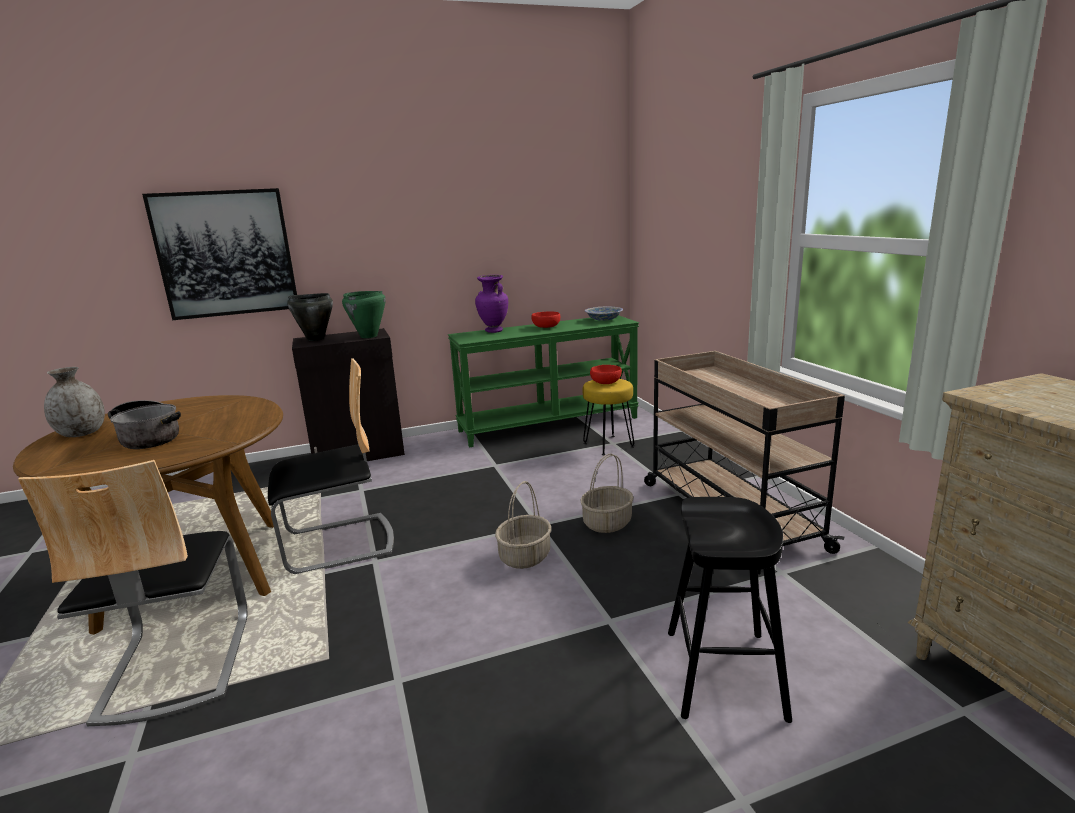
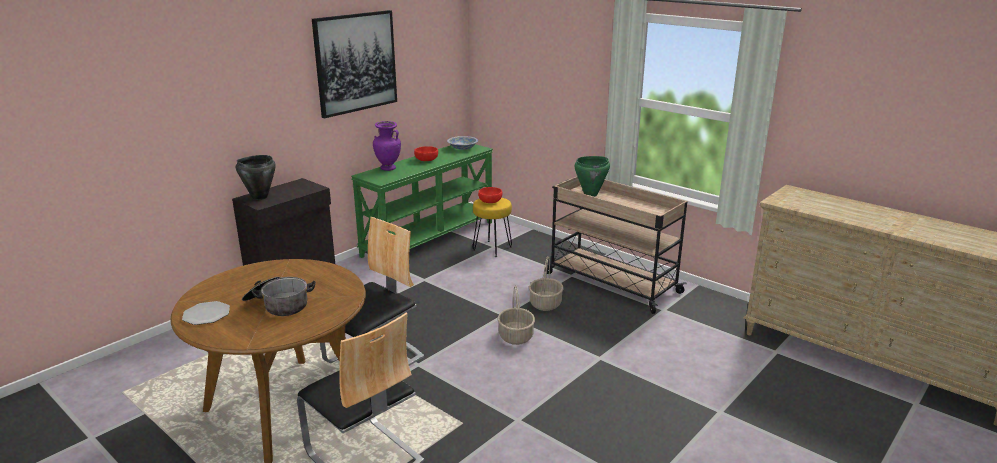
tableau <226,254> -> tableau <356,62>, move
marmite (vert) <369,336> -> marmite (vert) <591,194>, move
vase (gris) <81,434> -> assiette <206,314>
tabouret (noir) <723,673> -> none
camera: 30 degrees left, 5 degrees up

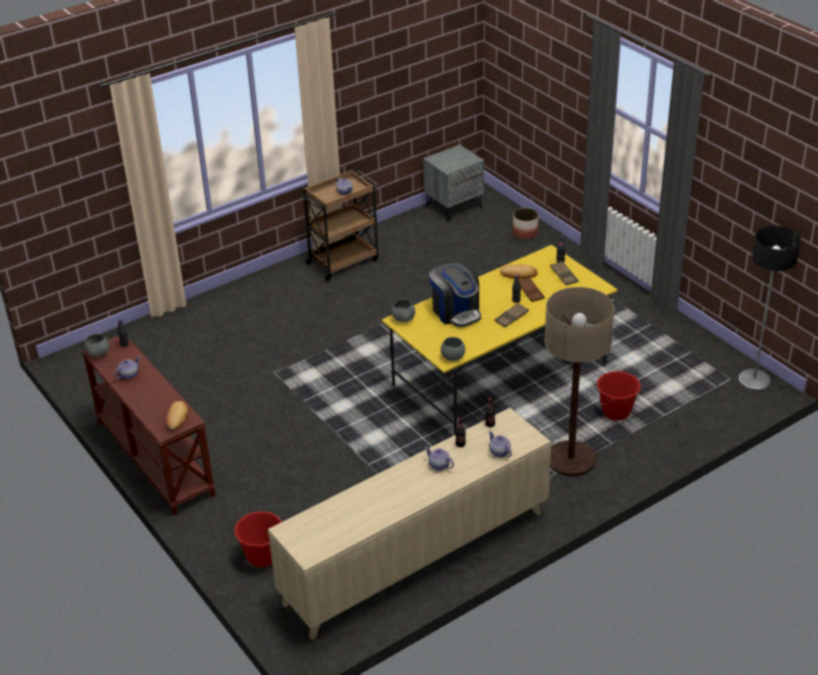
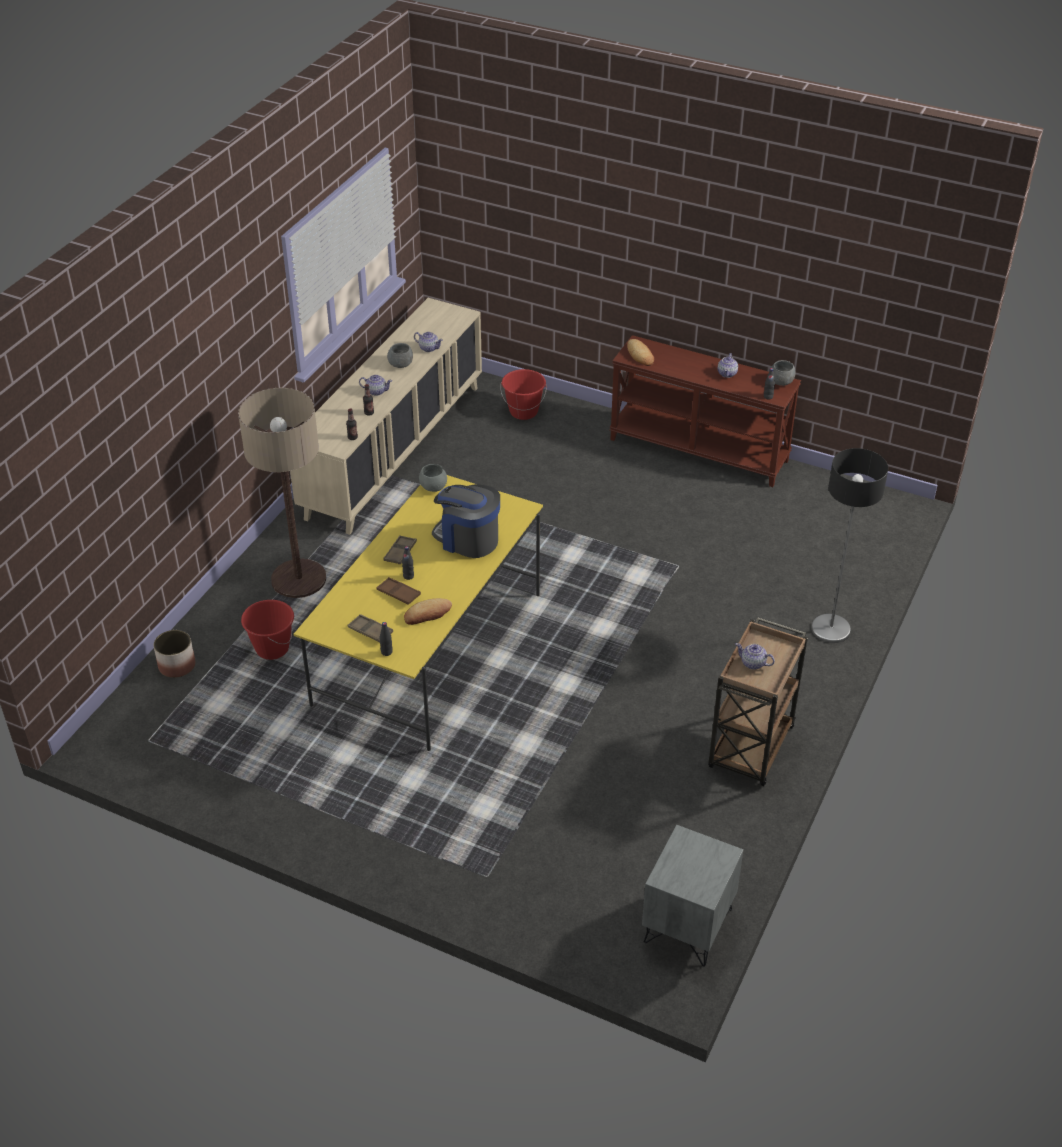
cache-pot <525,233> -> cache-pot <176,665>, move
lampadaire <754,380> -> lampadaire <830,629>, move
bol (gris) <403,319> -> bol (gris) <400,365>, move
théière <499,452> -> théière <428,348>, move
camera: 150 degrees right, 5 degrees up

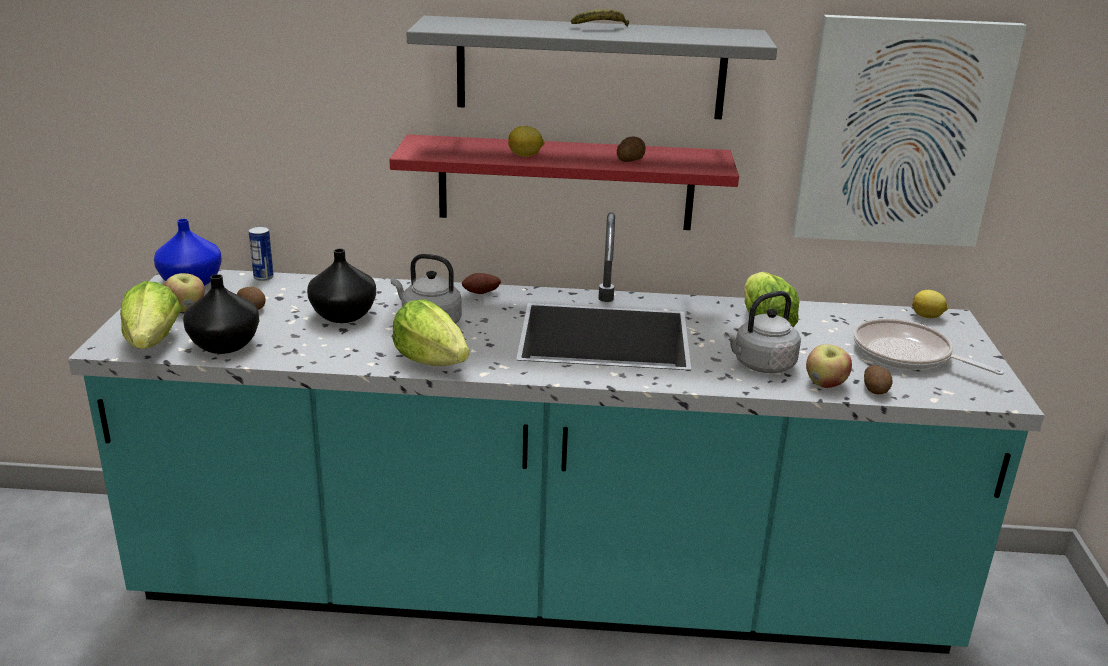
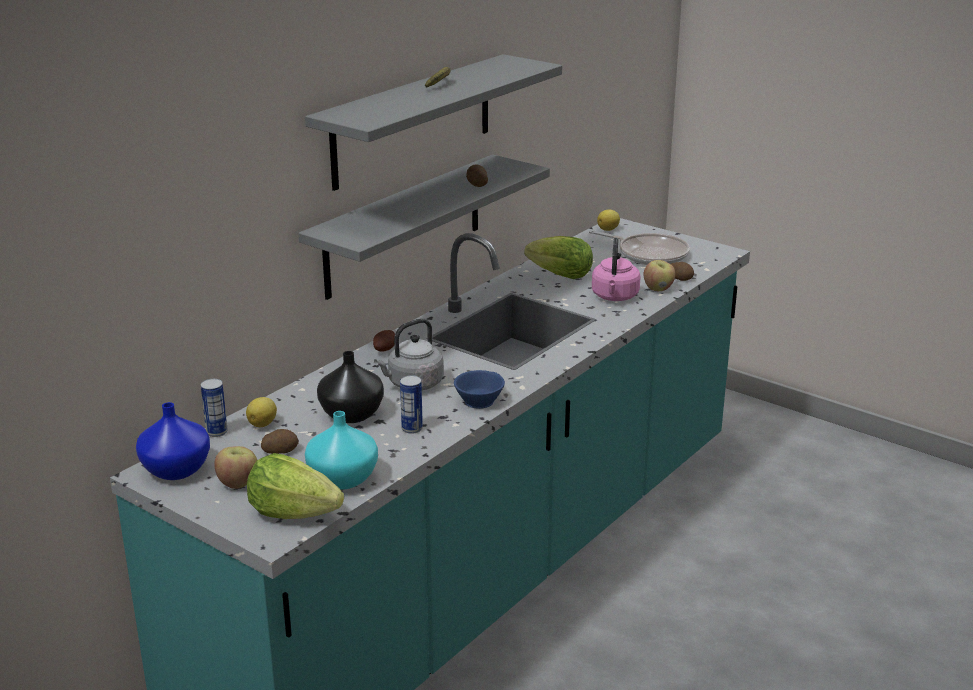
tableau <900,133> -> none
citron <526,155> -> citron <263,424>, move
étagère (rouge) <566,183> -> étagère (gris) <404,226>
vase (noir) <223,345> -> vase (turquoise) <342,480>
bouilloire (gris) <761,365> -> bouilloire (rose) <615,297>
laitue <431,360> -> tasse (bleu) <478,400>
poêle <907,355> -> poêle <649,254>, 135 degrees counterclockwise
none -> boîte métallique <412,428>
camera: 55 degrees left, 0 degrees up

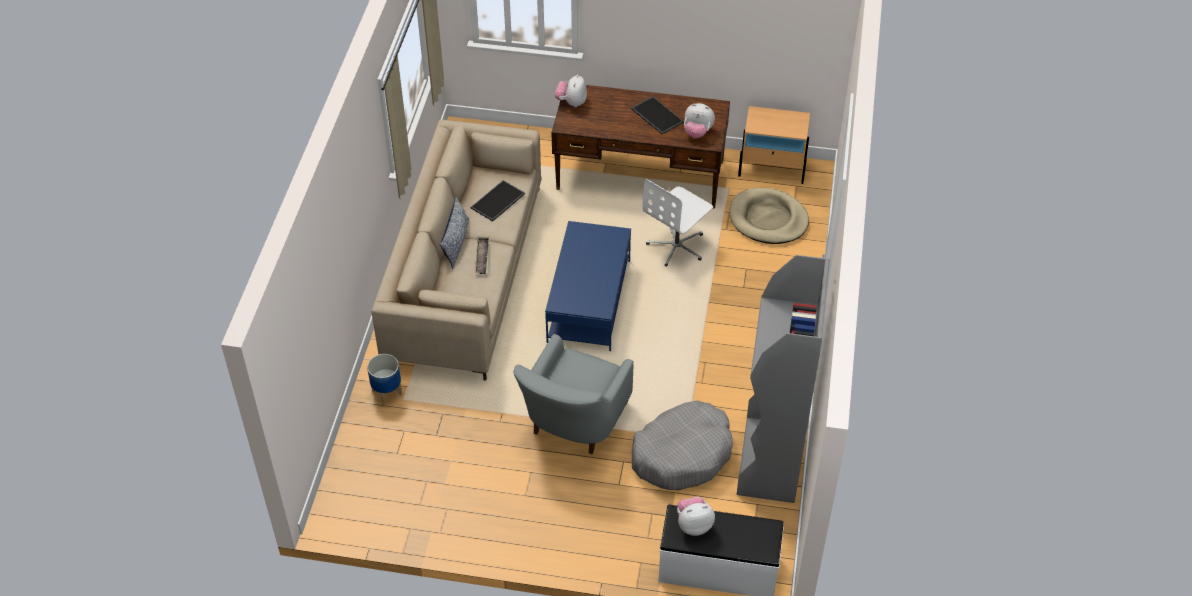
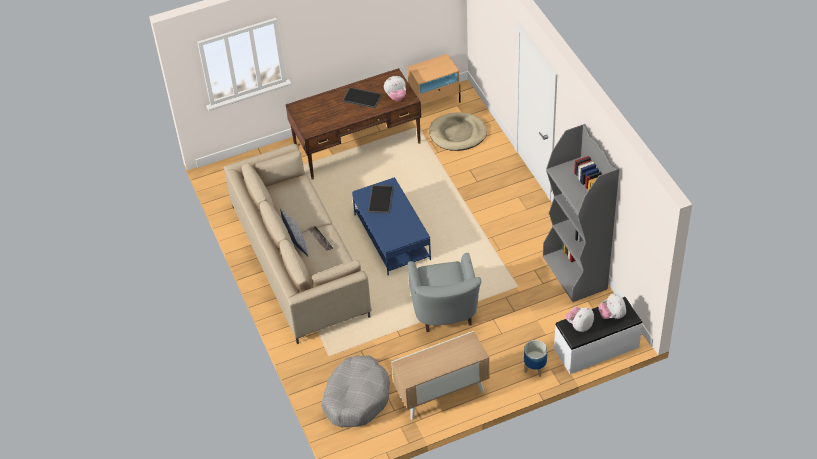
peluche <571,102> -> peluche <612,315>, move
chaise de bureau (blanc) <677,246> -> none
plateau <498,201> -> plateau <381,199>, move
cache-pot <386,392> -> cache-pot <534,368>, move
panier pour chien (gris) <682,454> -> panier pour chien (gris) <356,397>, move
none -> meuble de rangement <441,394>
camera: 30 degrees left, 0 degrees up

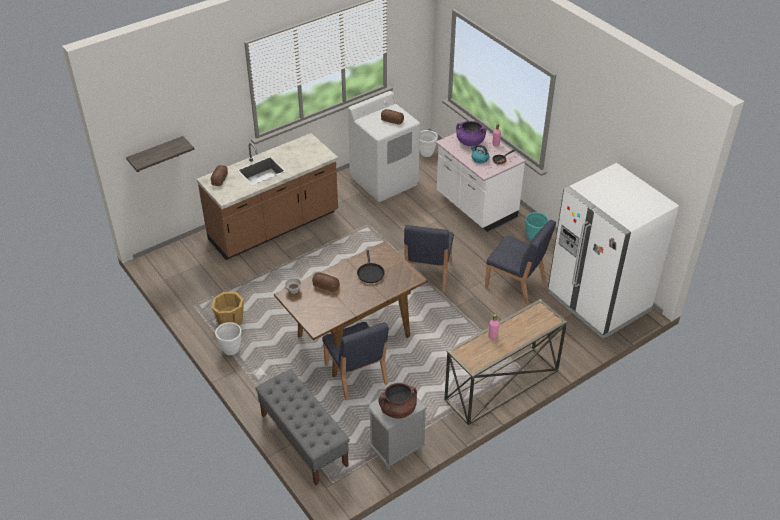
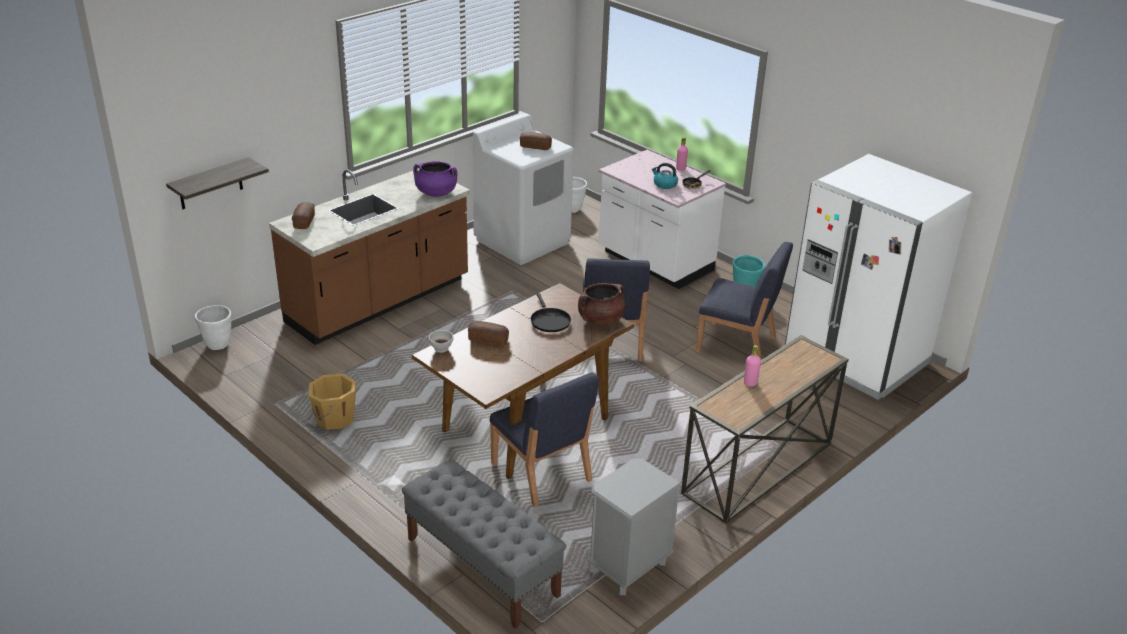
marmite (violet) <470,142> -> marmite (violet) <436,193>, move
cache-pot (blanc) <231,349> -> cache-pot (blanc) <217,344>, move
marmite (marron) <398,410> -> marmite (marron) <600,320>, move
camera: 10 degrees left, 10 degrees down

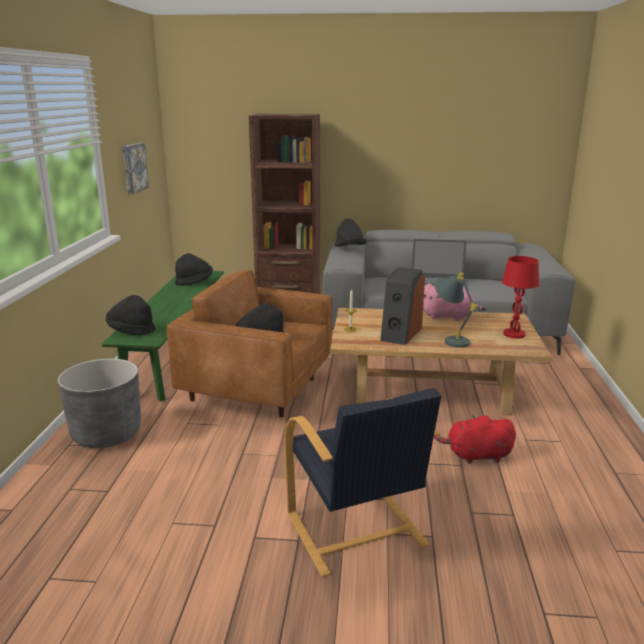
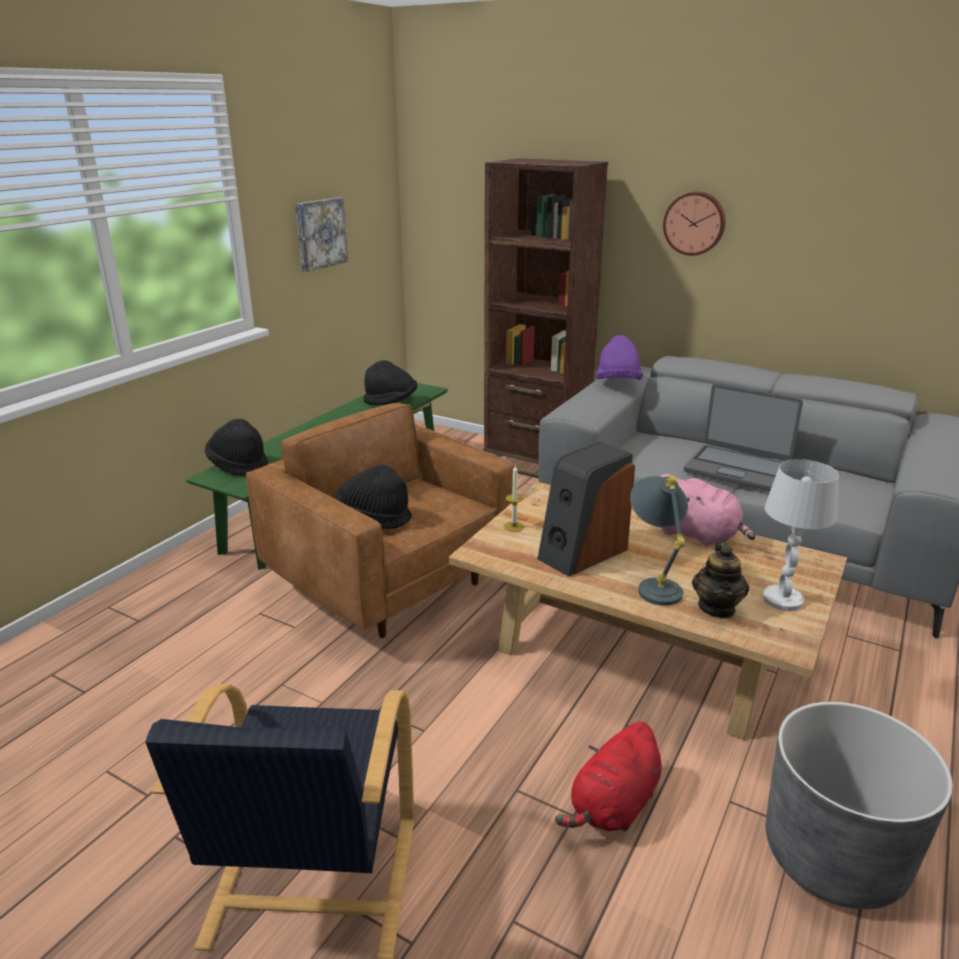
chapeau (noir) <349,248> -> chapeau (violet) <618,383>
lampe de table (rouge) <514,334> -> lampe de table (blanc) <782,599>
cache-pot (gris) <106,434> -> cache-pot (gris) <834,856>, move
peluche (rouge) <476,456> -> peluche (rouge) <613,806>, 75 degrees counterclockwise
none -> horloge murale <694,223>
none -> théière <717,608>
camera: 25 degrees right, 5 degrees up

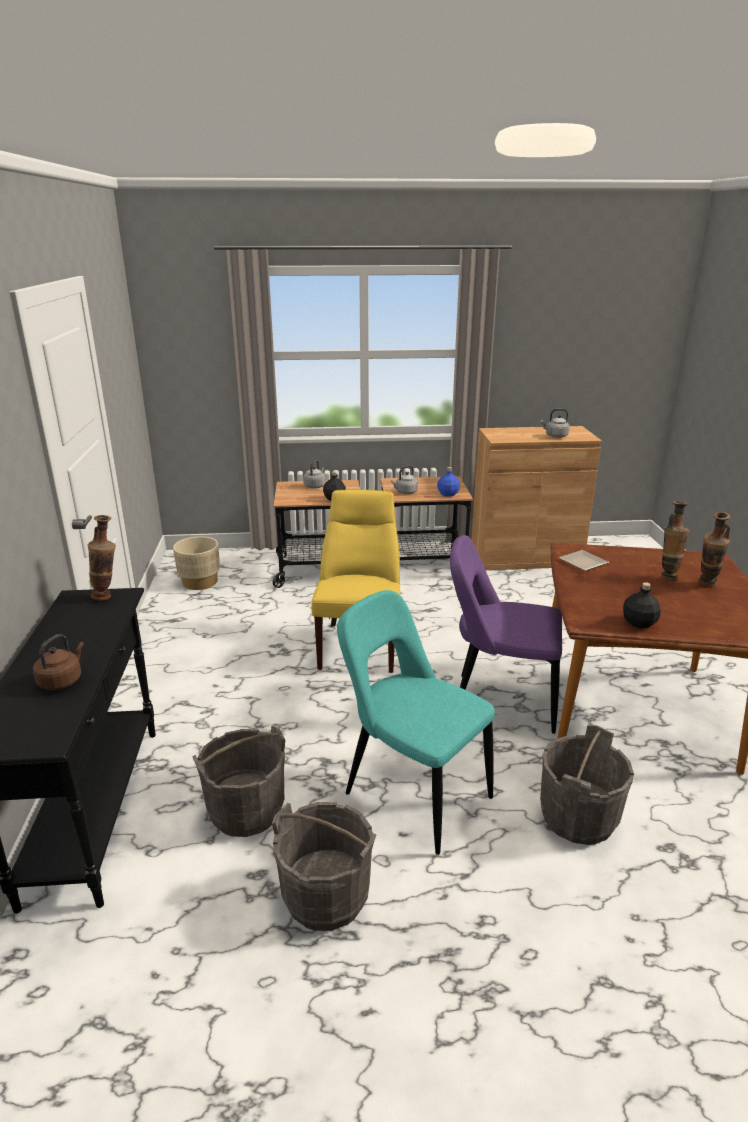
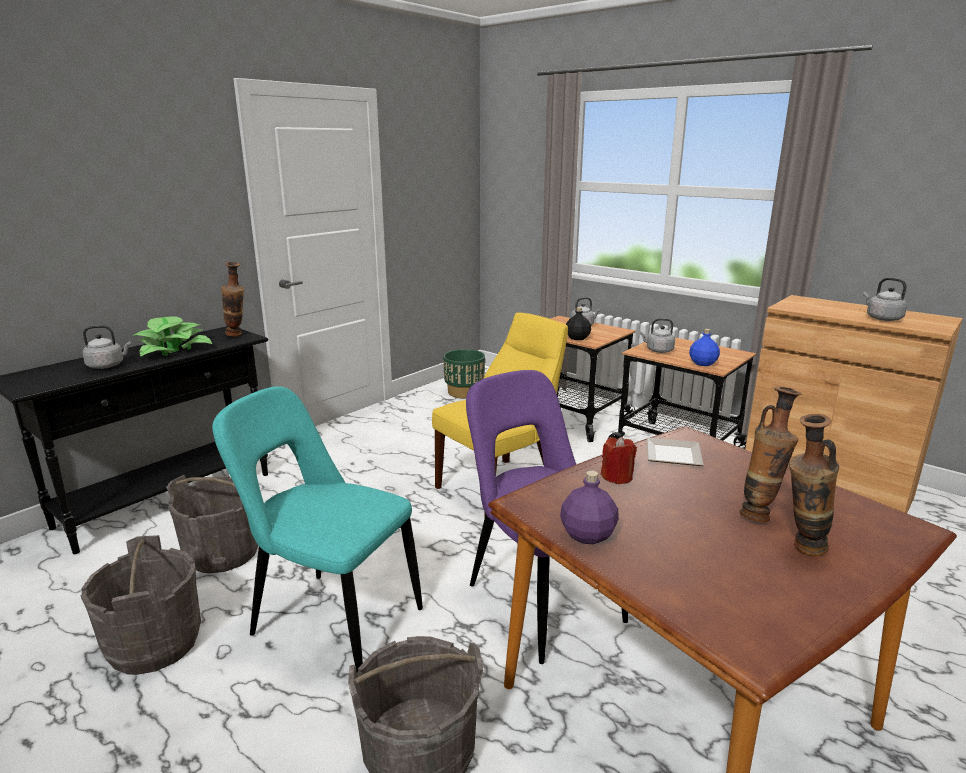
cache-pot (beige) <200,582> -> cache-pot (vert) <464,392>
bouteille (noir) <639,623> -> bouteille (violet) <587,535>
chaise (turquoise) <412,793> -> chaise (turquoise) <331,620>, 60 degrees counterclockwise
bouilloire (marron) <62,681> -> bouilloire (gris) <108,365>
none -> plante en pot <174,348>
none -> bougie (rouge) <617,477>
camera: 45 degrees right, 5 degrees down

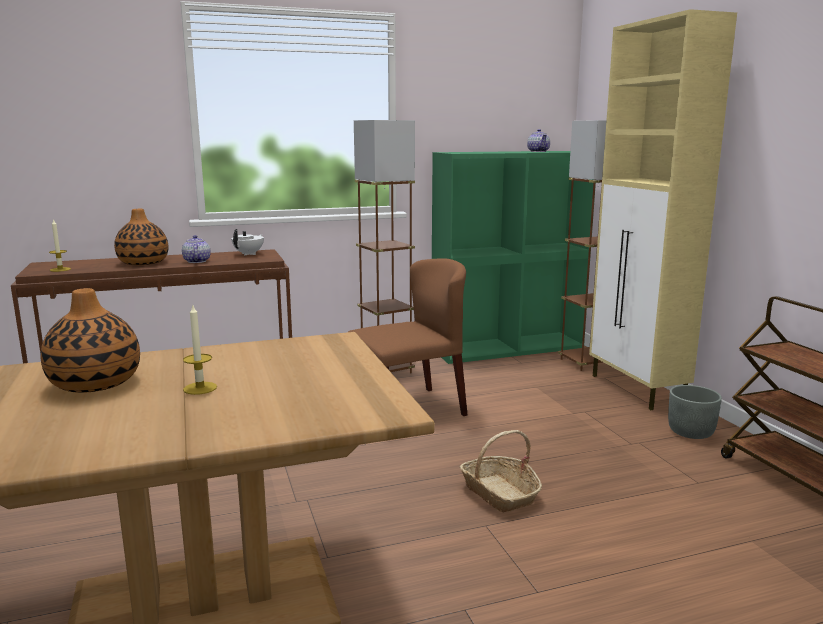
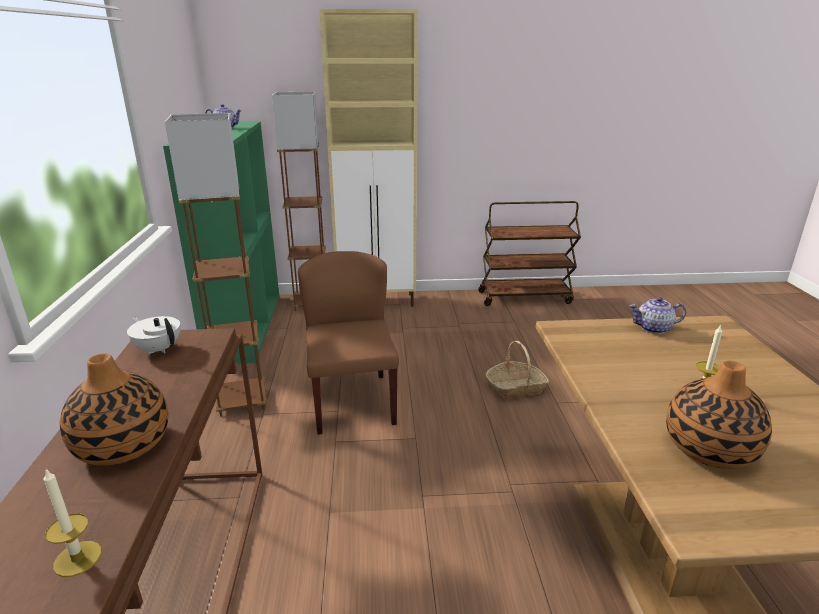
théière <196,261> -> théière <654,328>, move
cache-pot (gris) <691,432> -> none
camera: 75 degrees left, 10 degrees up

